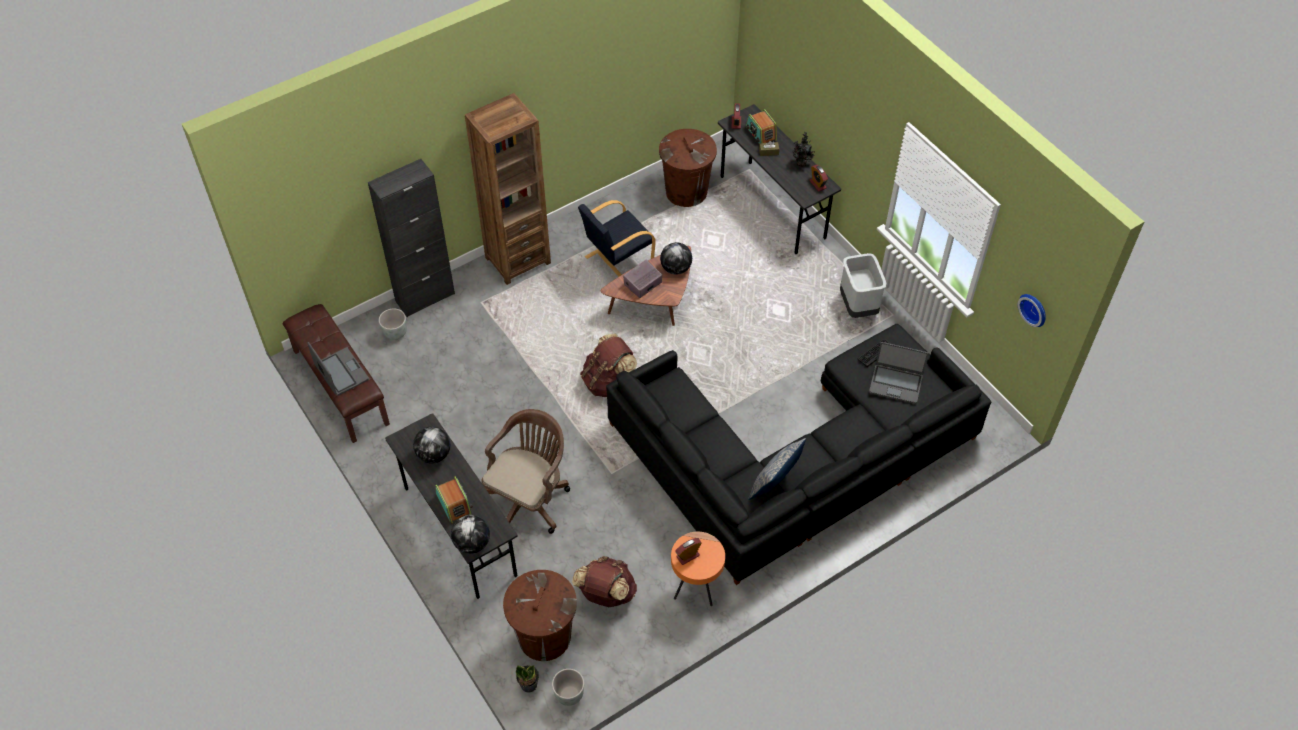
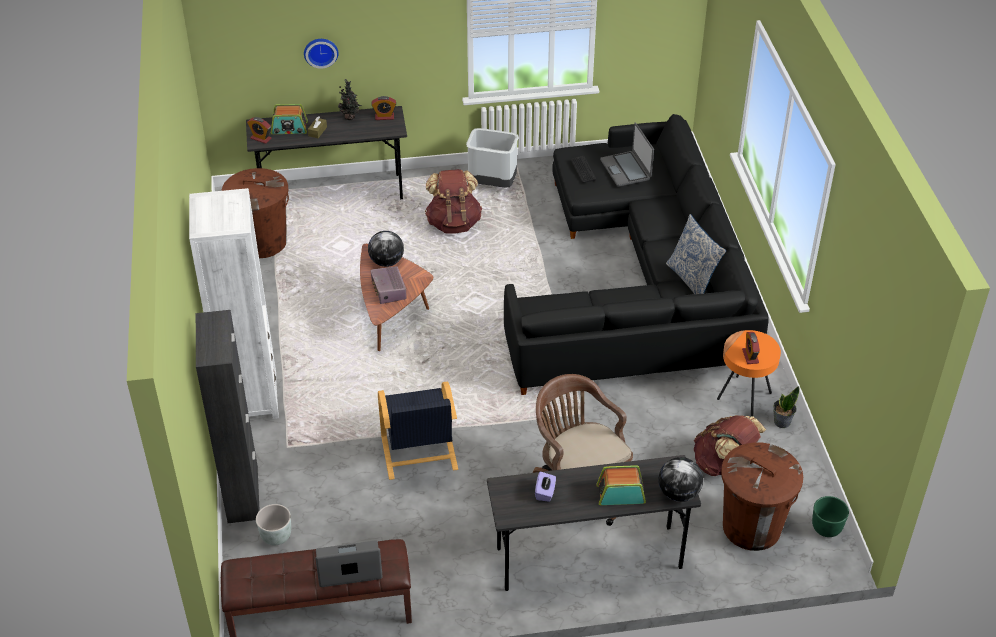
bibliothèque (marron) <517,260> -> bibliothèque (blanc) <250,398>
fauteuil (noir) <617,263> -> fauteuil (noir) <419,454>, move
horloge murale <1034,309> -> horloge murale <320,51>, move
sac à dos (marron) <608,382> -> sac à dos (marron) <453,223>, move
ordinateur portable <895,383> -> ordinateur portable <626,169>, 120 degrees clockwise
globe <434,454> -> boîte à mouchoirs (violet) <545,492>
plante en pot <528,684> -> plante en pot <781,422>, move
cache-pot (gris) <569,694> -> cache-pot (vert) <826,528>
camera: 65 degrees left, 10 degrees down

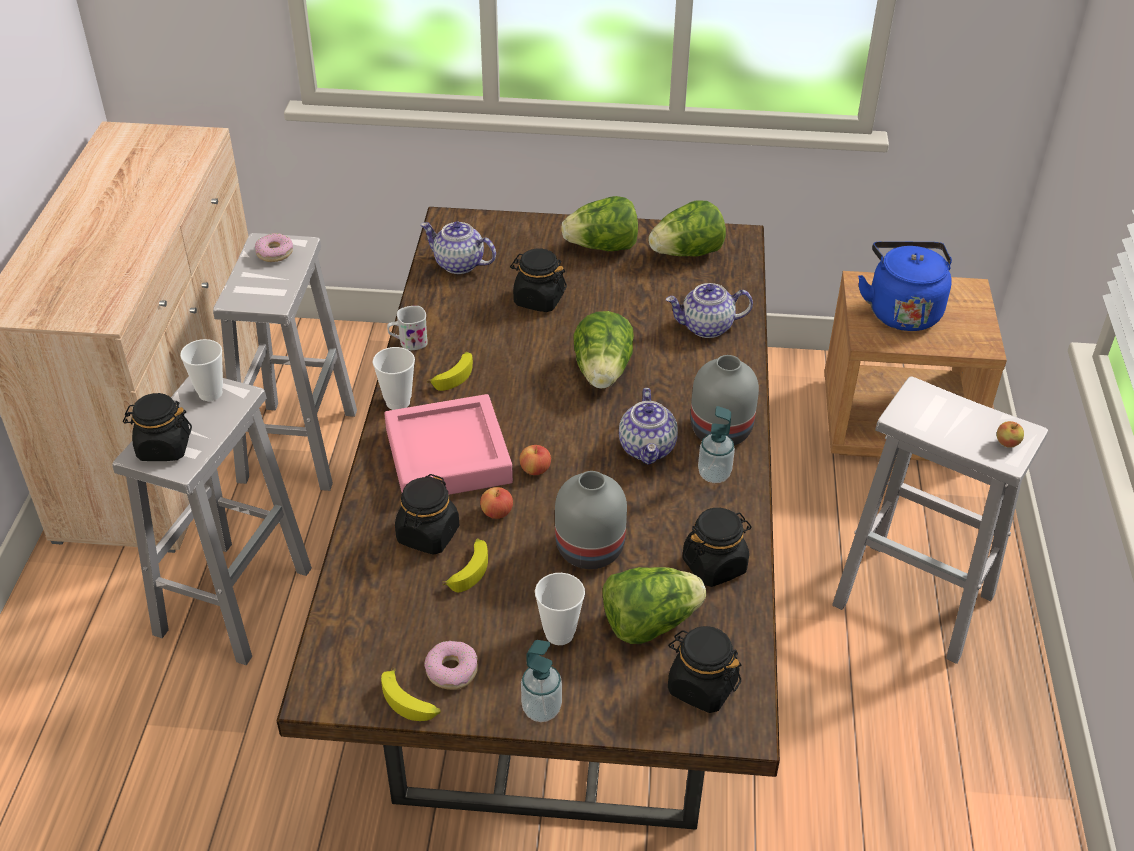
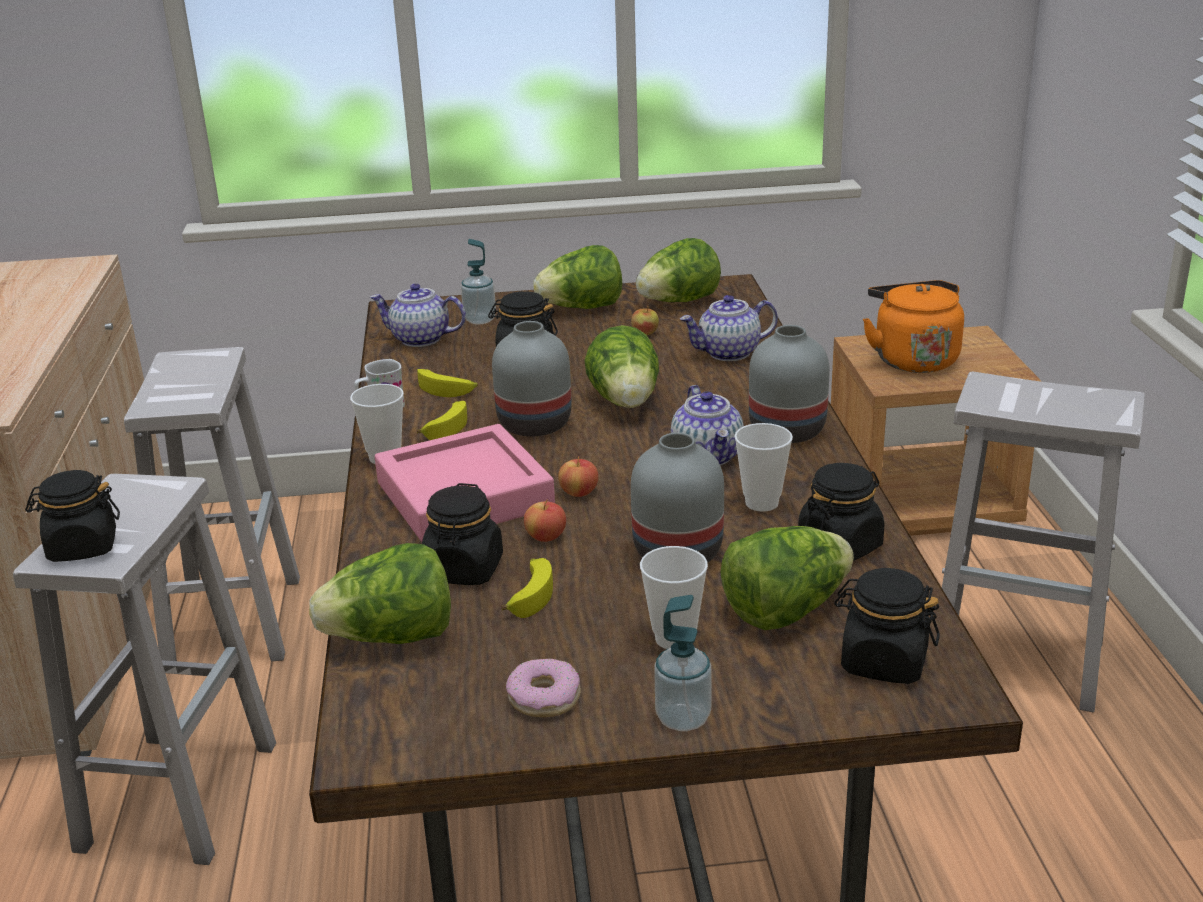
beignet <274,253> -> none
bouilloire (bleu) <902,310> -> bouilloire (orange) <913,359>
tasse <210,393> -> tasse <761,503>, move
distributeur de savon <714,474> -> distributeur de savon <480,320>, move
pomme <1007,443> -> pomme <645,333>, move
banane <410,702> -> banane <447,389>, move
none -> vase (gris) <536,425>
none -> laitue <391,638>
camera: 10 degrees left, 15 degrees down

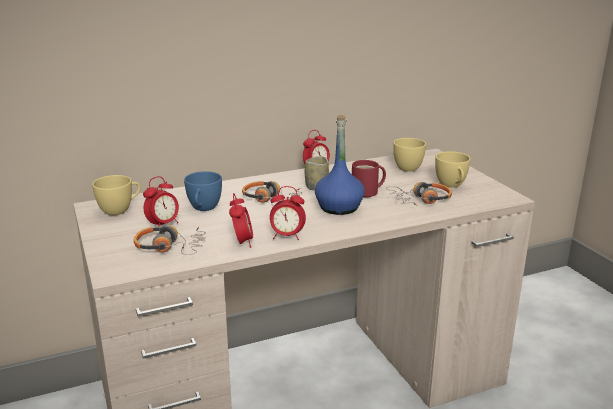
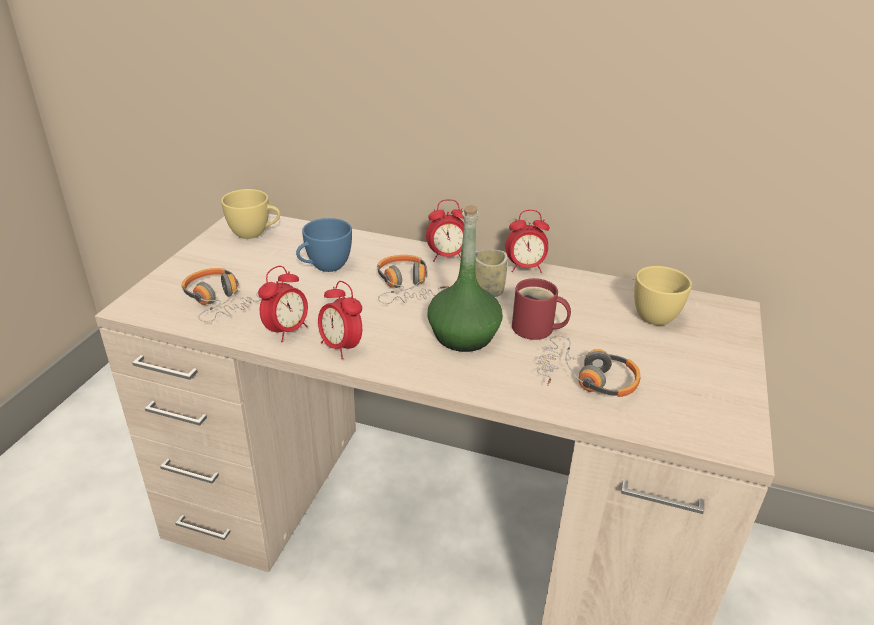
bouteille (bleu) <339,207> -> bouteille (vert) <463,336>
tasse (jaune) <452,185> -> none
réveil <163,225> -> réveil <446,257>, move
camera: 40 degrees right, 10 degrees up

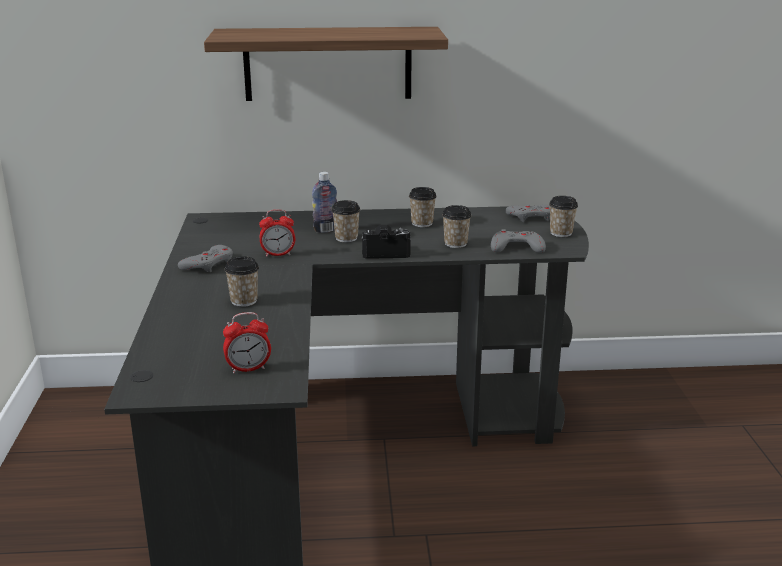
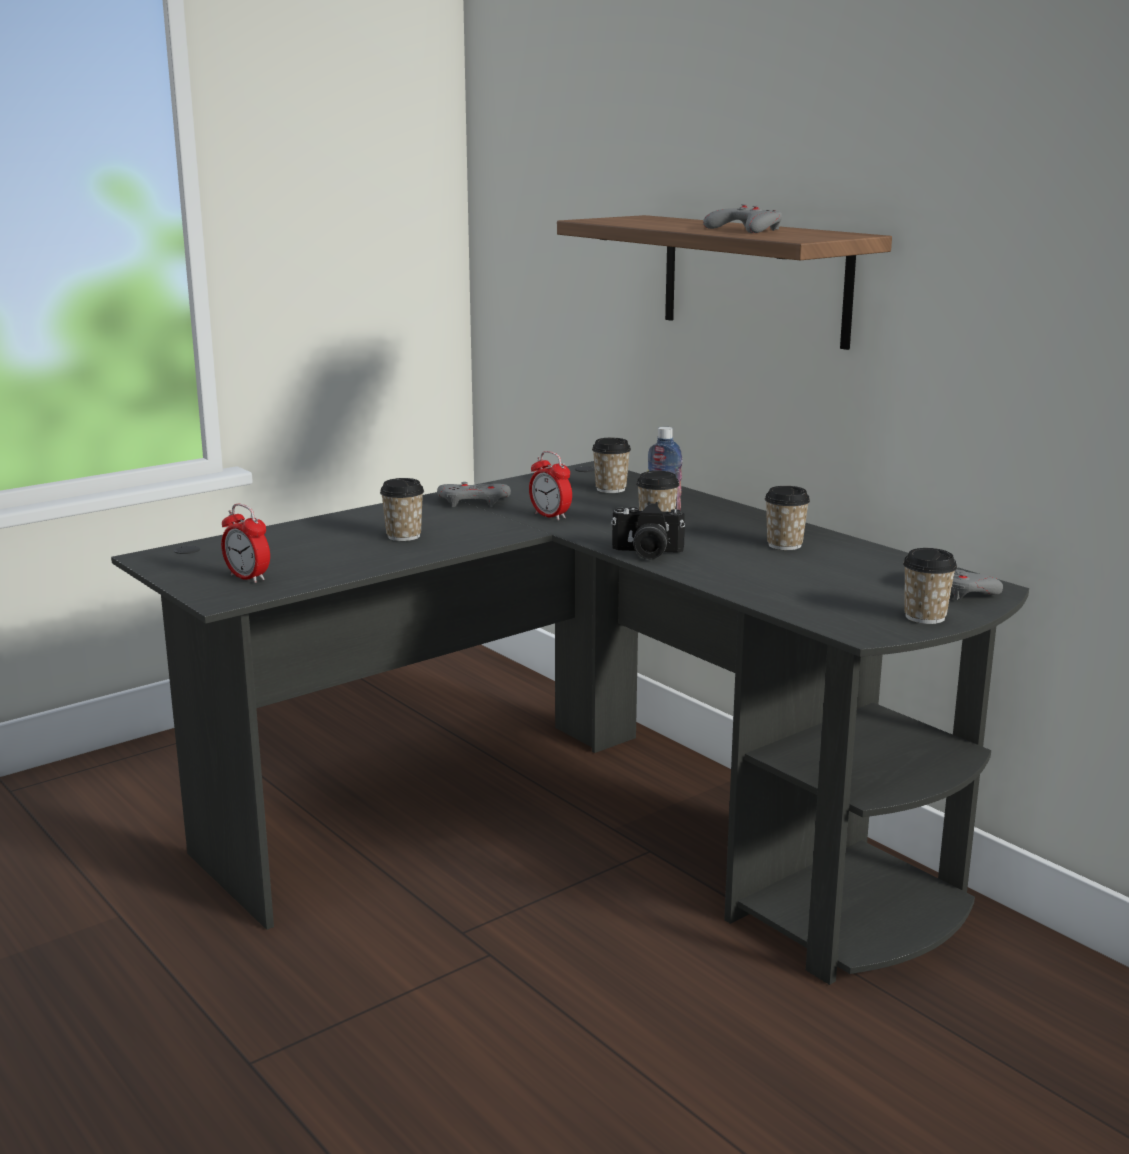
tasse <455,244> -> tasse <611,489>, move
appareil photo <386,253> -> appareil photo <646,553>, 135 degrees clockwise
manette (gris) <516,247> -> manette (gris) <745,230>, move
camera: 55 degrees right, 5 degrees down

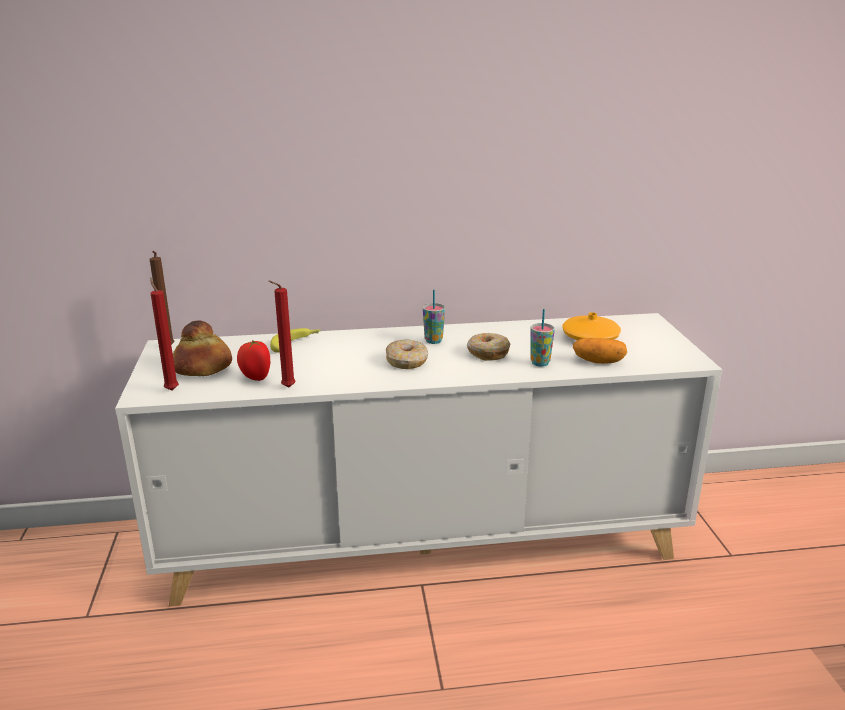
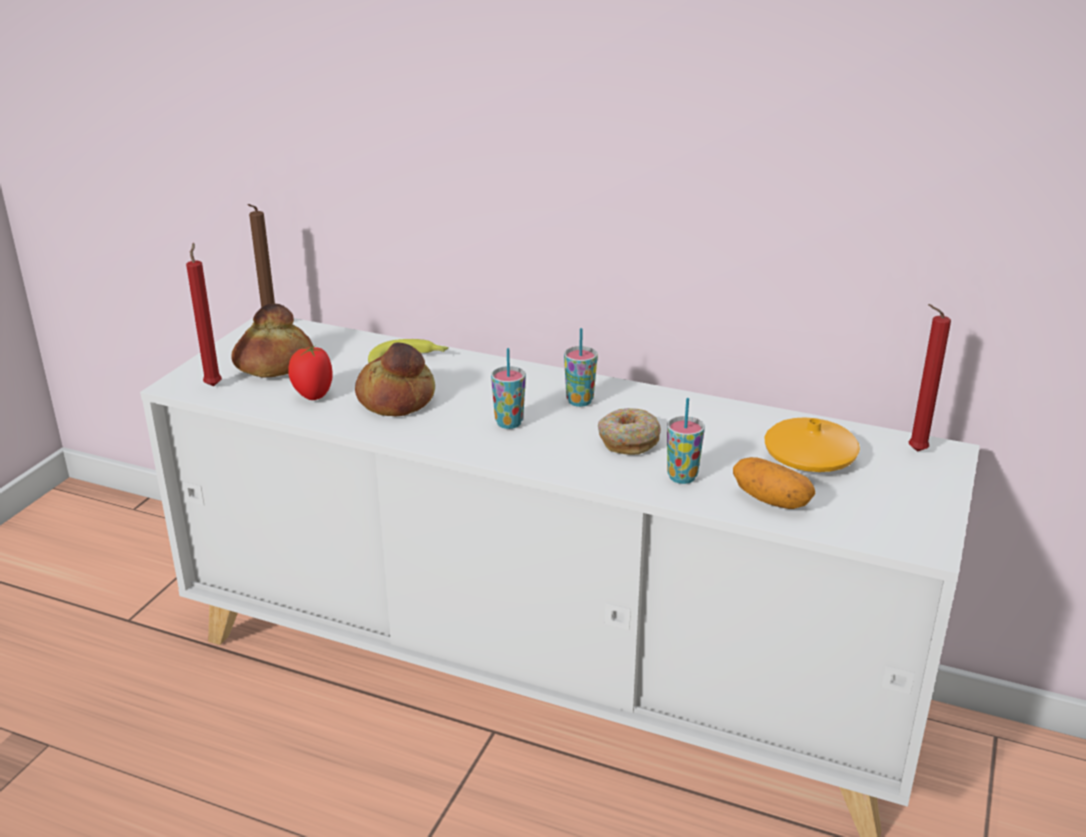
bougie (rouge) <286,388> -> bougie (rouge) <914,451>, move
beignet <407,361> -> tasse <509,423>
none -> pain <397,399>
camera: 30 degrees right, 5 degrees up

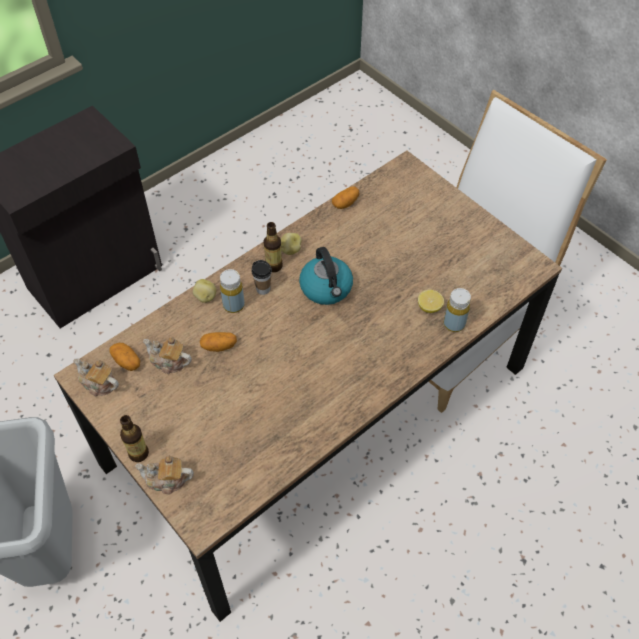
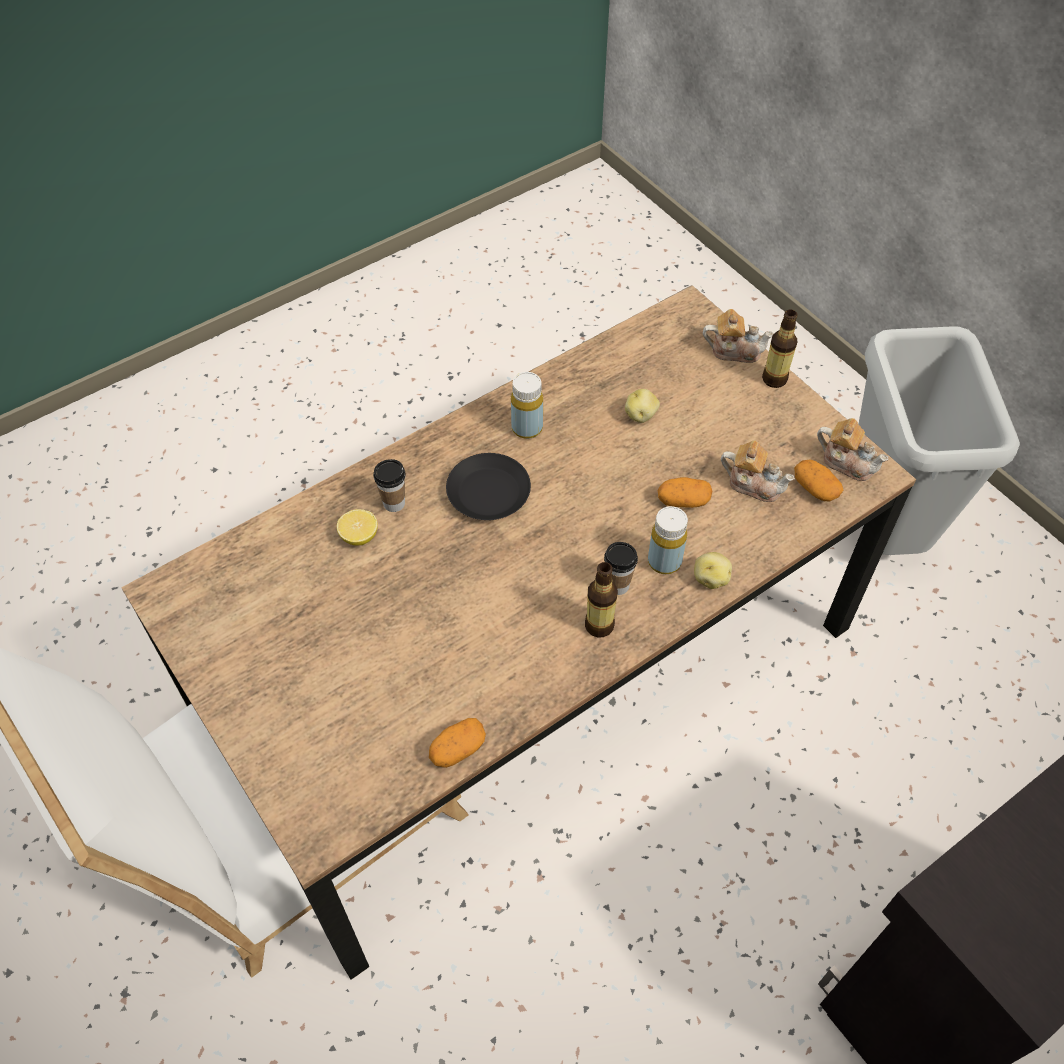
pomme de terre <290,249> -> pomme de terre <641,415>, move
bouilloire <326,288> -> none
bouteille (jaune) <454,324> -> bouteille (jaune) <527,428>, move
none -> assiette (noir) <489,492>
none -> tasse <394,503>
camera: 175 degrees left, 0 degrees up

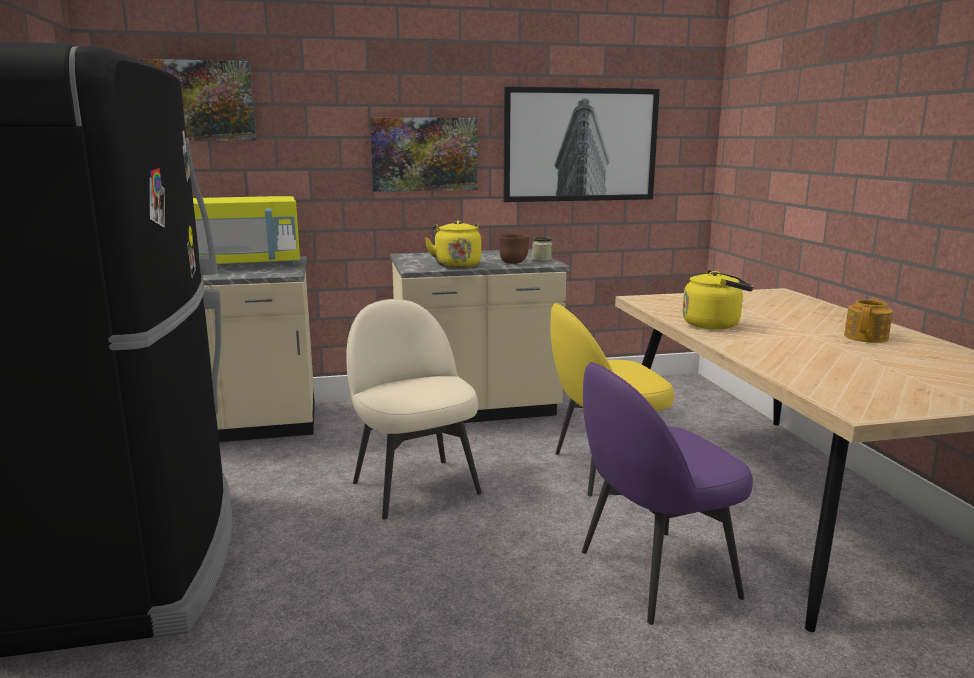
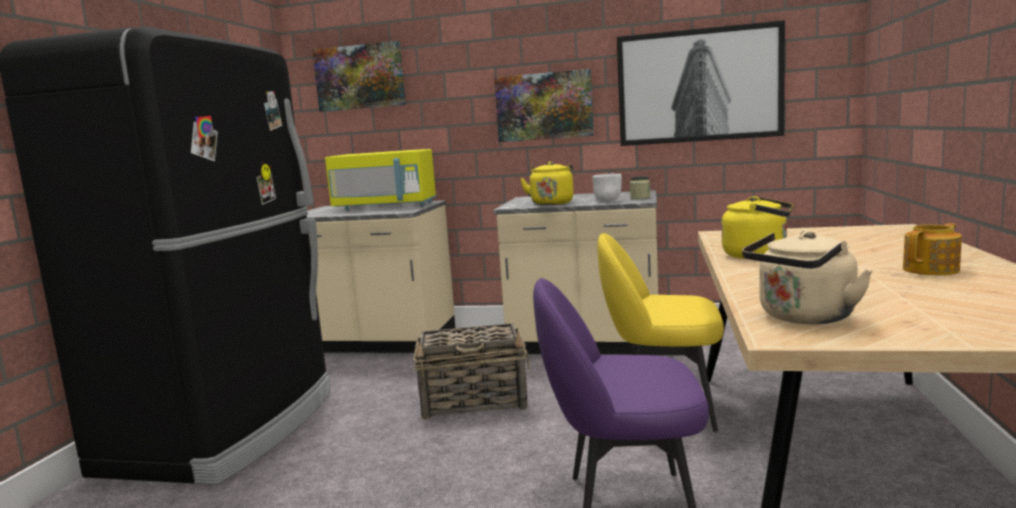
bol (marron) <514,262> -> bol (blanc) <608,200>
chaise (beige) <414,486> -> panier <475,401>
none -> bouilloire (beige) <803,318>
camera: 25 degrees right, 5 degrees down

